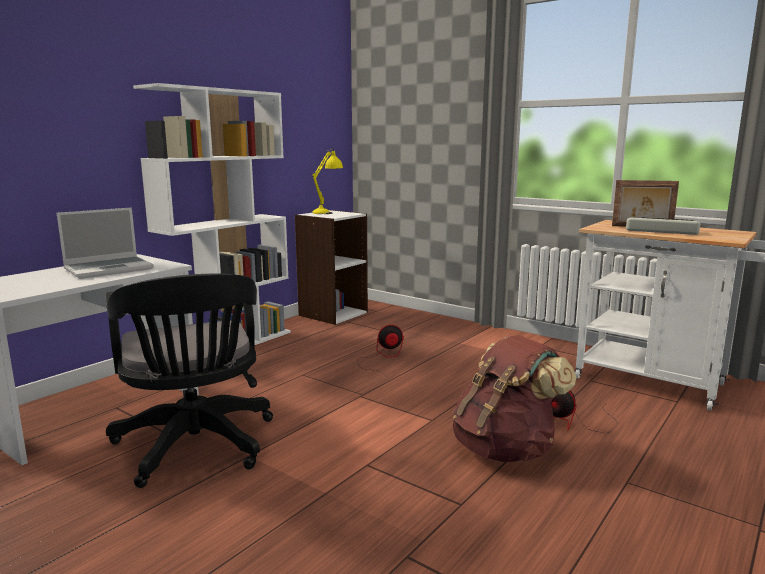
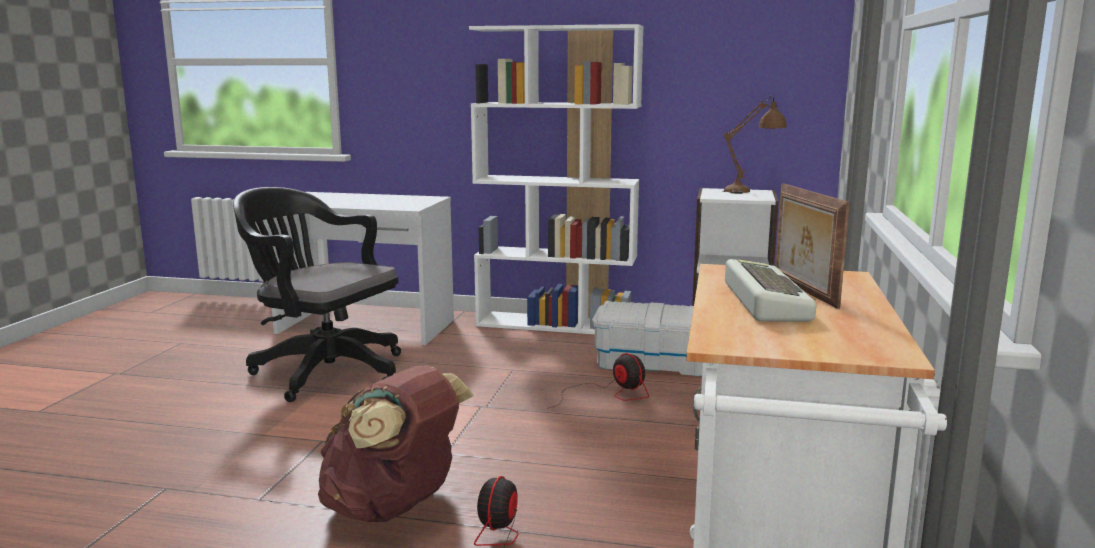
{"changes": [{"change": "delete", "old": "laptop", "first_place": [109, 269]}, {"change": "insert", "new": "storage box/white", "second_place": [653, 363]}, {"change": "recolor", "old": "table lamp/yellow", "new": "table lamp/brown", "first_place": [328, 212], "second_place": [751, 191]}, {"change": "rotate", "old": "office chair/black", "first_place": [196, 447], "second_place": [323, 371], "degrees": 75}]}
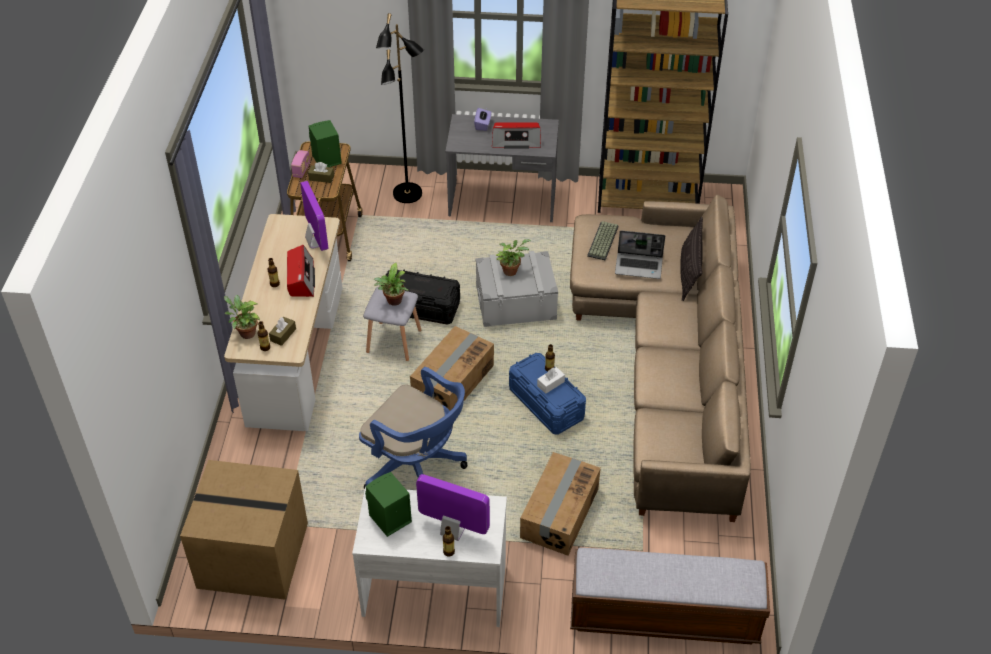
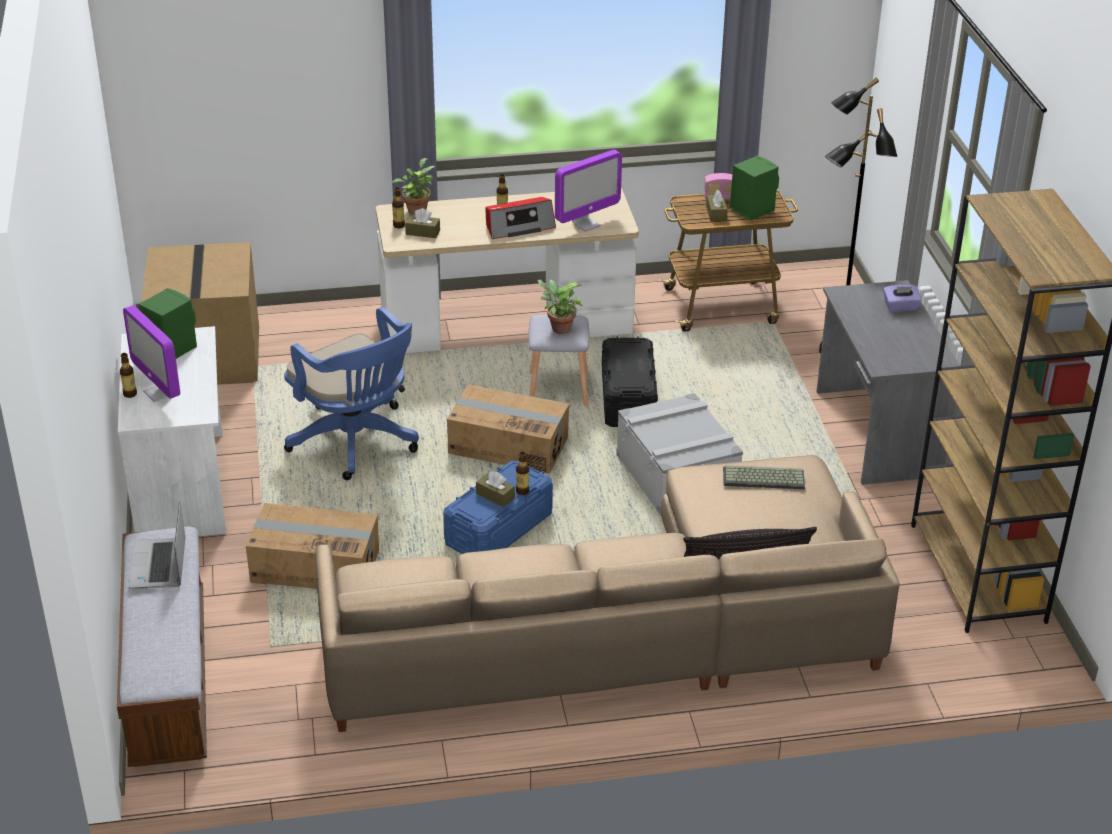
{"changes": [{"change": "delete", "old": "radio", "first_place": [516, 141]}, {"change": "delete", "old": "potted plant", "first_place": [511, 270]}, {"change": "move", "old": "laptop", "first_place": [639, 266], "second_place": [159, 566]}, {"change": "recolor", "old": "tissue box/white", "new": "tissue box/brown", "first_place": [550, 384], "second_place": [495, 496]}, {"change": "rotate", "old": "office chair/blue", "first_place": [417, 468], "second_place": [357, 443], "degrees": -60}, {"change": "rotate", "old": "monitor", "first_place": [453, 531], "second_place": [160, 392], "degrees": 135}]}
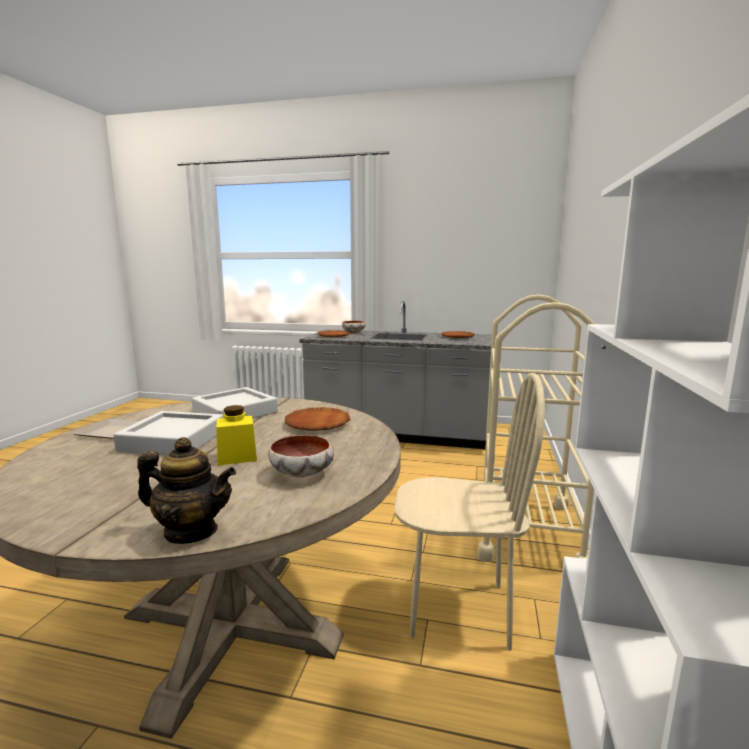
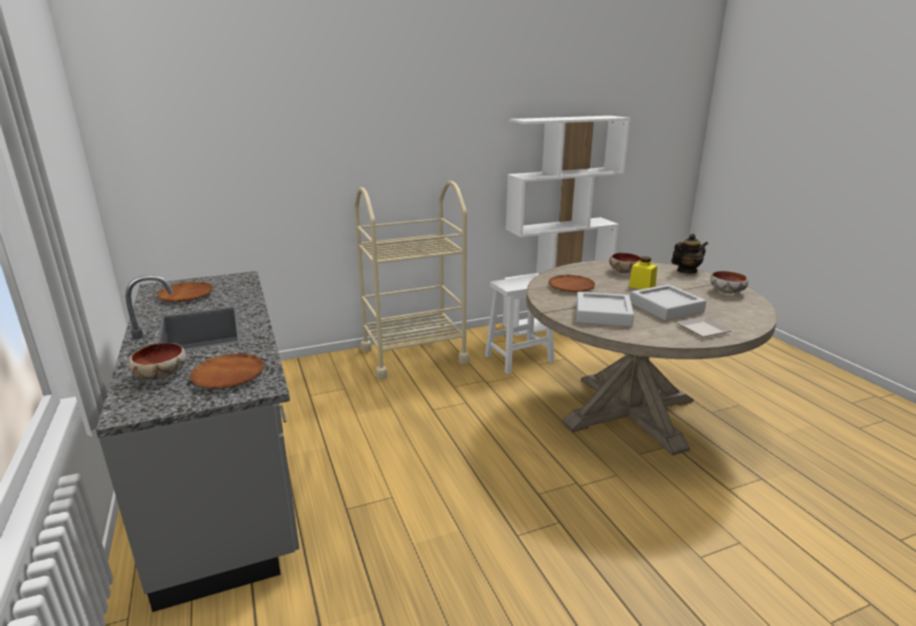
{"changes": [{"change": "insert", "new": "bowl", "second_place": [727, 292]}, {"change": "replace", "old": "chair/beige", "new": "stool/white", "first_place": [458, 610], "second_place": [520, 358]}, {"change": "rotate", "old": "teapot", "first_place": [191, 531], "second_place": [686, 271], "degrees": 90}]}
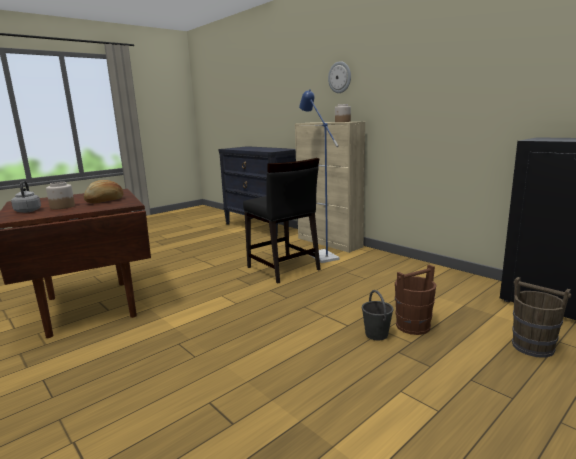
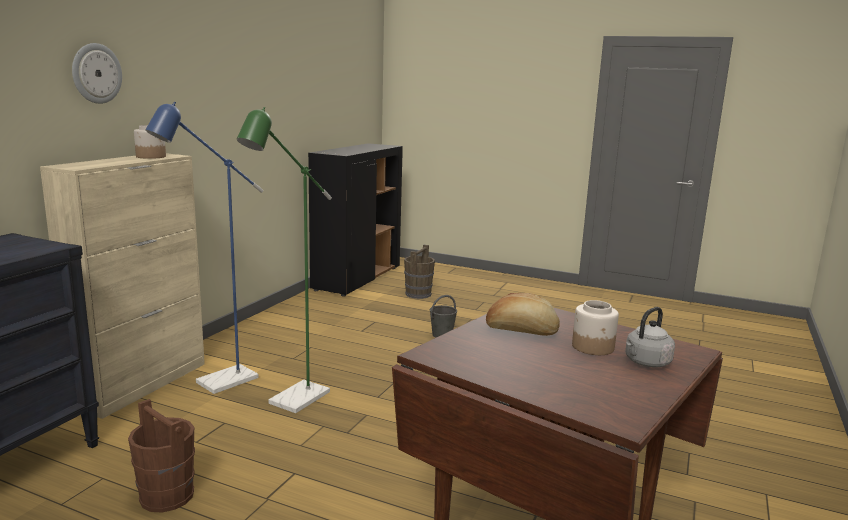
{"changes": [{"change": "move", "old": "bucket/brown", "first_place": [413, 326], "second_place": [167, 495]}, {"change": "replace", "old": "chair/black", "new": "floor lamp/green", "first_place": [283, 269], "second_place": [292, 402]}]}
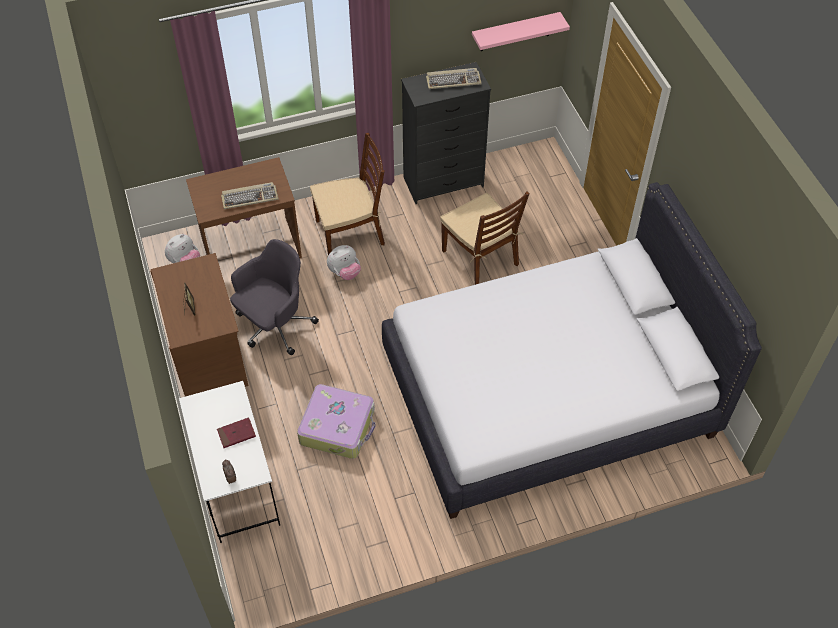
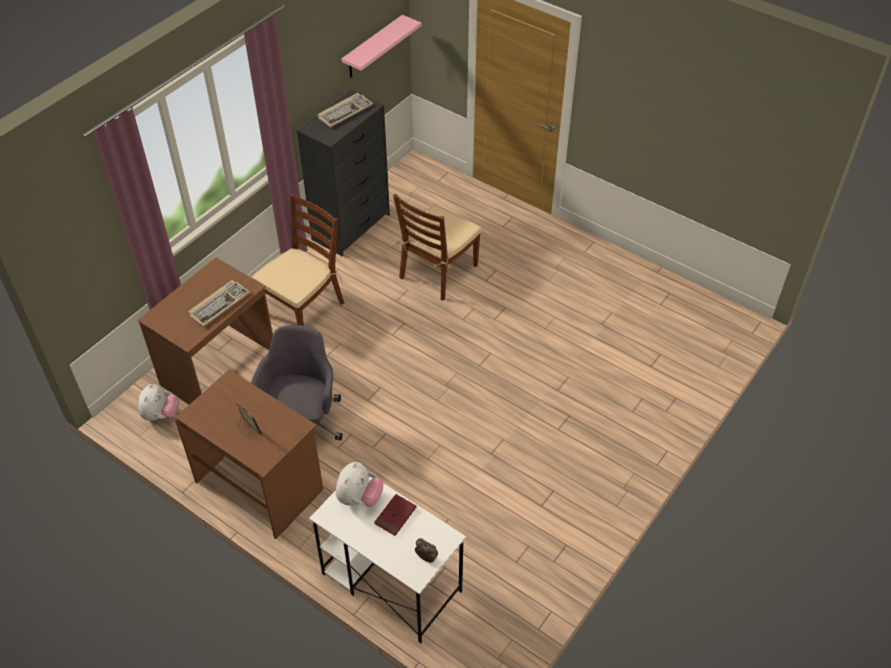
{"changes": [{"change": "delete", "old": "suitcase", "first_place": [338, 426]}, {"change": "delete", "old": "bed/white", "first_place": [547, 394]}, {"change": "move", "old": "plush toy", "first_place": [344, 272], "second_place": [359, 498]}, {"change": "rotate", "old": "chair/brown", "first_place": [480, 258], "second_place": [438, 272], "degrees": 105}]}
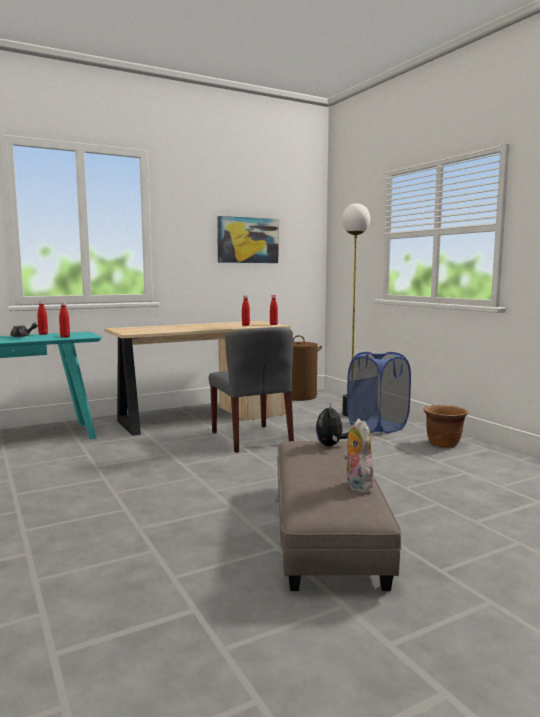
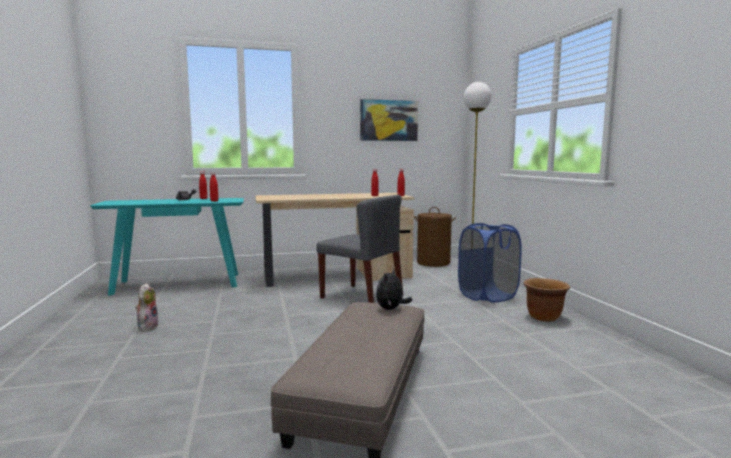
{"changes": [{"change": "move", "old": "plush toy", "first_place": [357, 486], "second_place": [147, 327]}, {"change": "rotate", "old": "chair/grey", "first_place": [251, 438], "second_place": [362, 297], "degrees": -45}]}
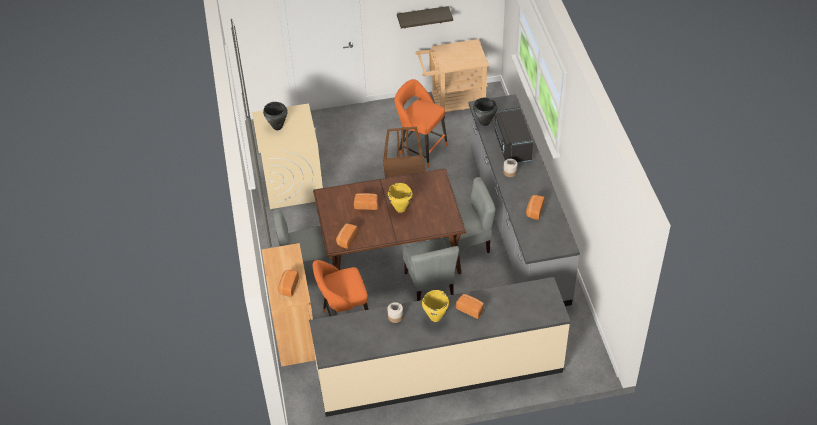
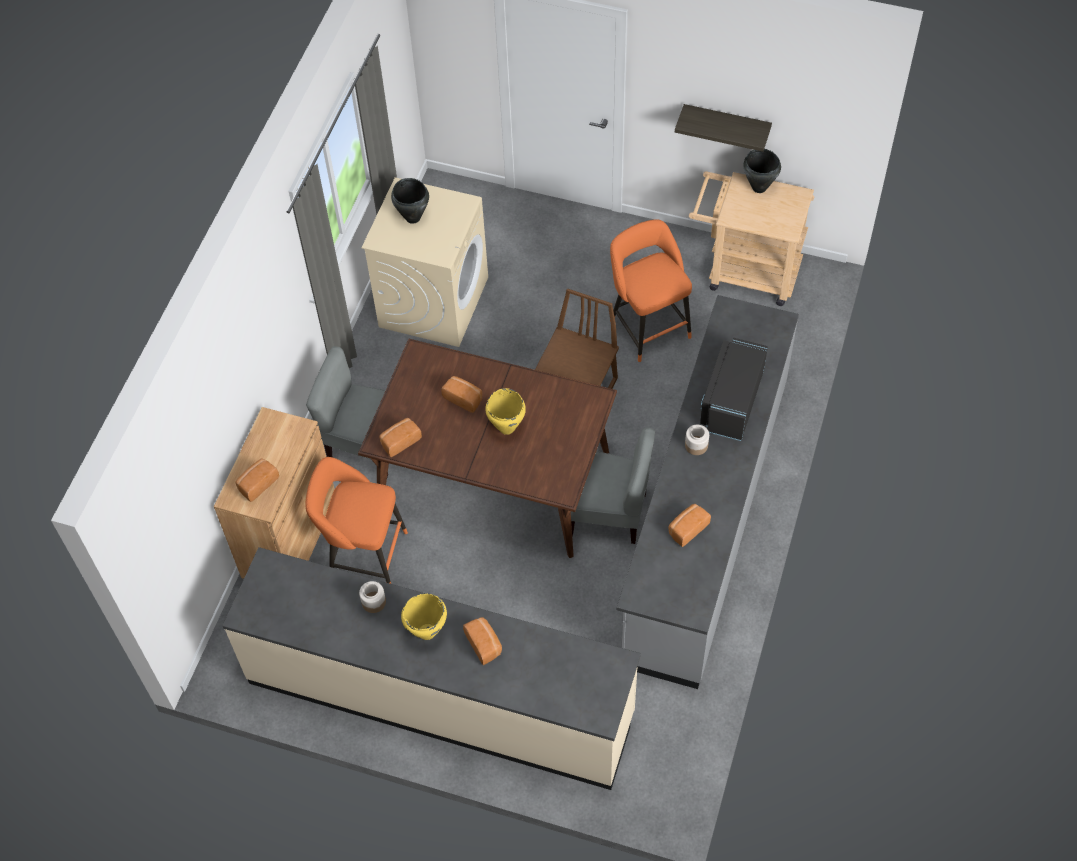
{"changes": [{"change": "delete", "old": "chair/grey", "first_place": [430, 284]}, {"change": "move", "old": "cooking pot/black", "first_place": [484, 123], "second_place": [759, 188]}]}
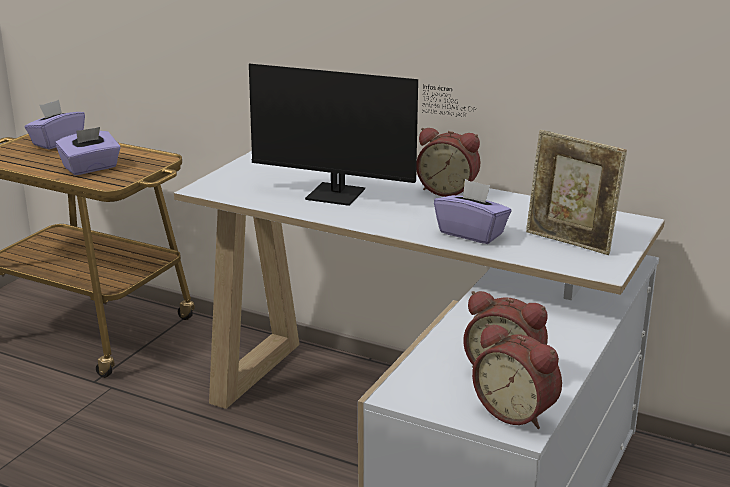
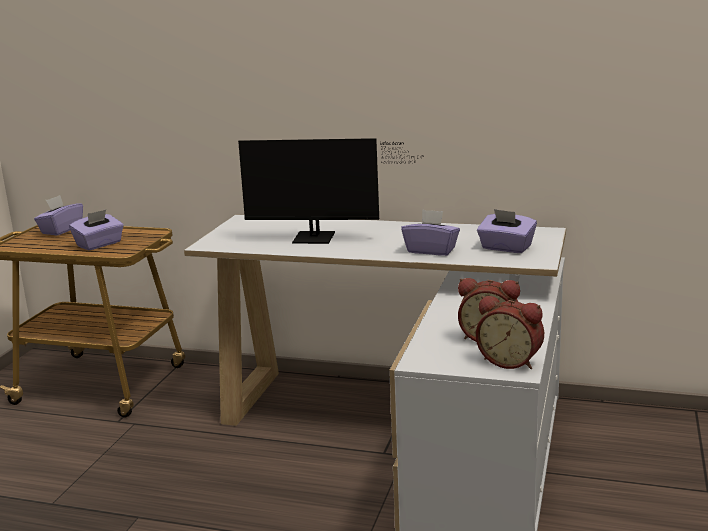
{"changes": [{"change": "delete", "old": "alarm clock", "first_place": [448, 190]}, {"change": "replace", "old": "picture frame", "new": "tissue box/purple", "first_place": [569, 242], "second_place": [506, 248]}]}
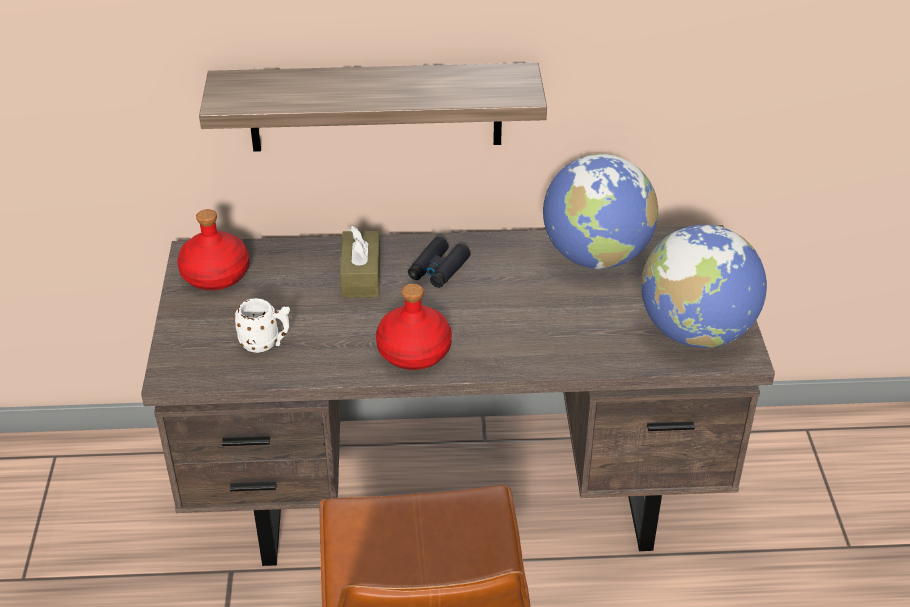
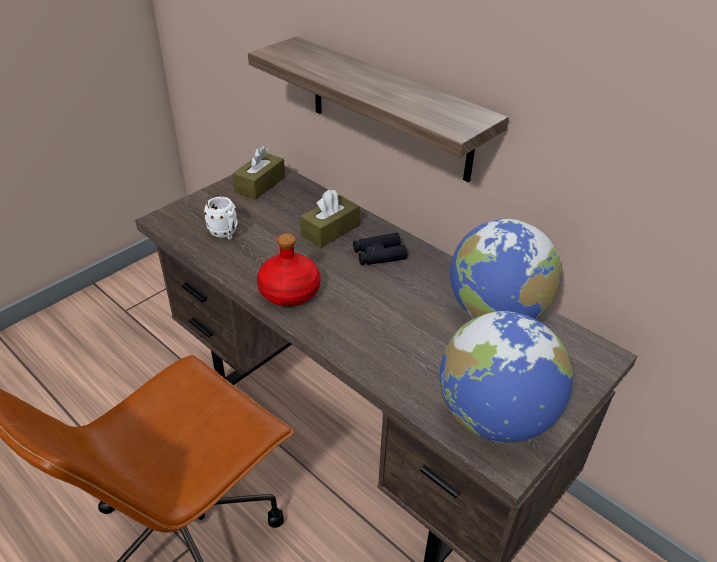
{"changes": [{"change": "replace", "old": "bottle/red", "new": "tissue box/brown", "first_place": [215, 274], "second_place": [260, 184]}]}
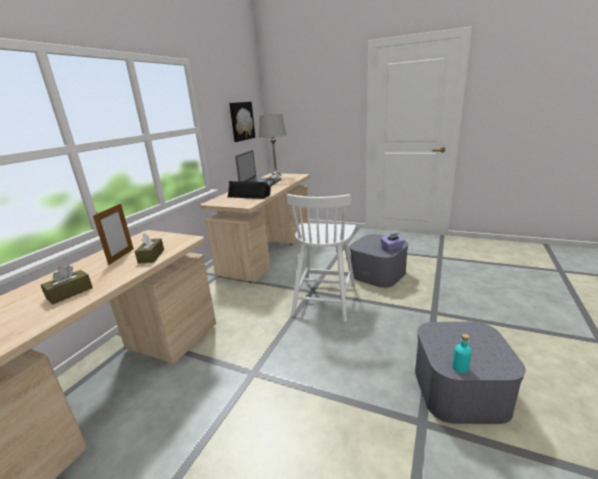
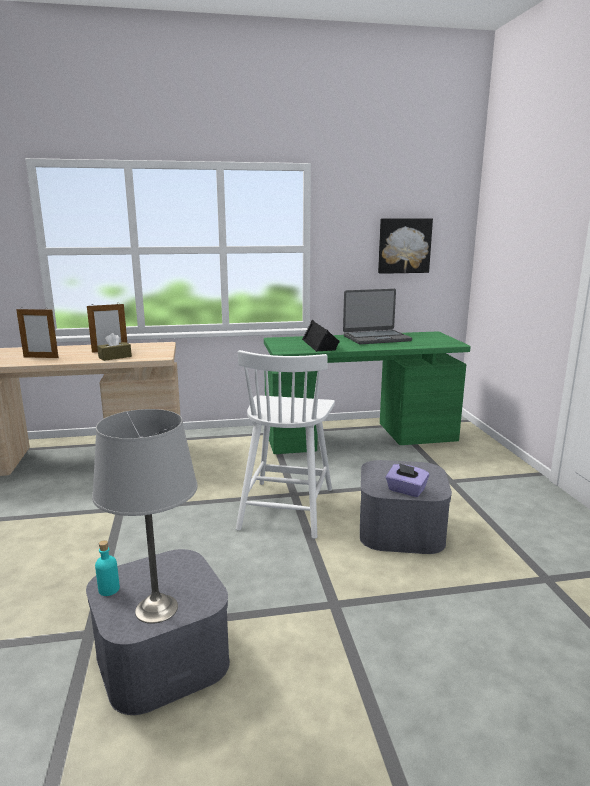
{"changes": [{"change": "move", "old": "table lamp/grey", "first_place": [276, 175], "second_place": [157, 609]}, {"change": "replace", "old": "tissue box/brown", "new": "picture frame", "first_place": [70, 293], "second_place": [41, 357]}, {"change": "recolor", "old": "desk/beige", "new": "desk/green", "first_place": [268, 252], "second_place": [360, 439]}, {"change": "rotate", "old": "chair/white", "first_place": [324, 298], "second_place": [286, 507], "degrees": -60}]}
